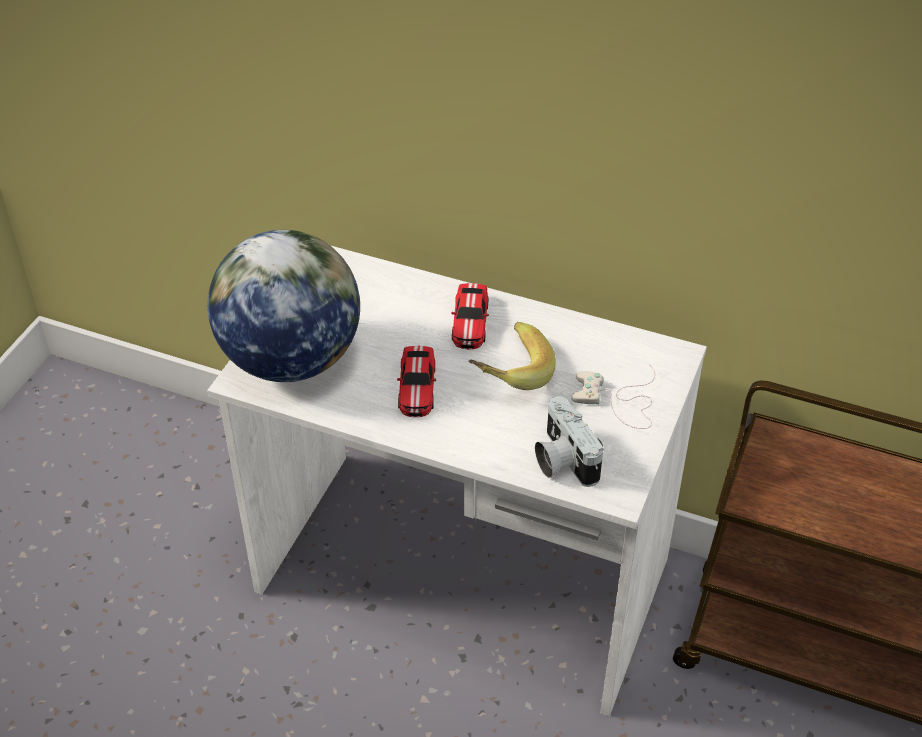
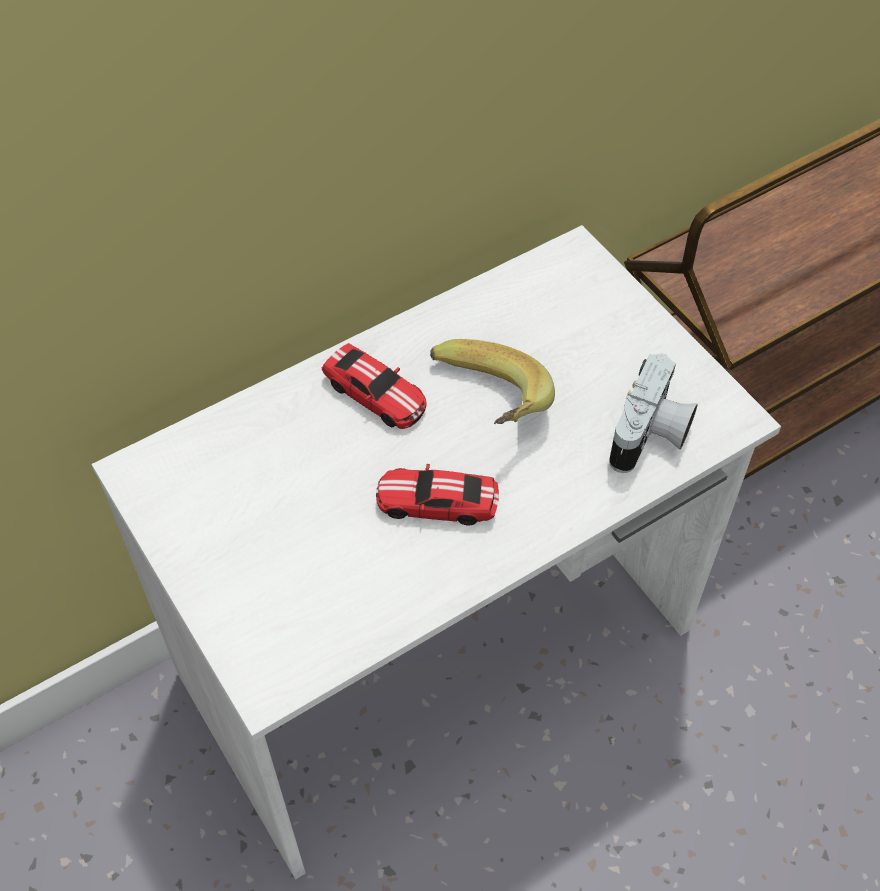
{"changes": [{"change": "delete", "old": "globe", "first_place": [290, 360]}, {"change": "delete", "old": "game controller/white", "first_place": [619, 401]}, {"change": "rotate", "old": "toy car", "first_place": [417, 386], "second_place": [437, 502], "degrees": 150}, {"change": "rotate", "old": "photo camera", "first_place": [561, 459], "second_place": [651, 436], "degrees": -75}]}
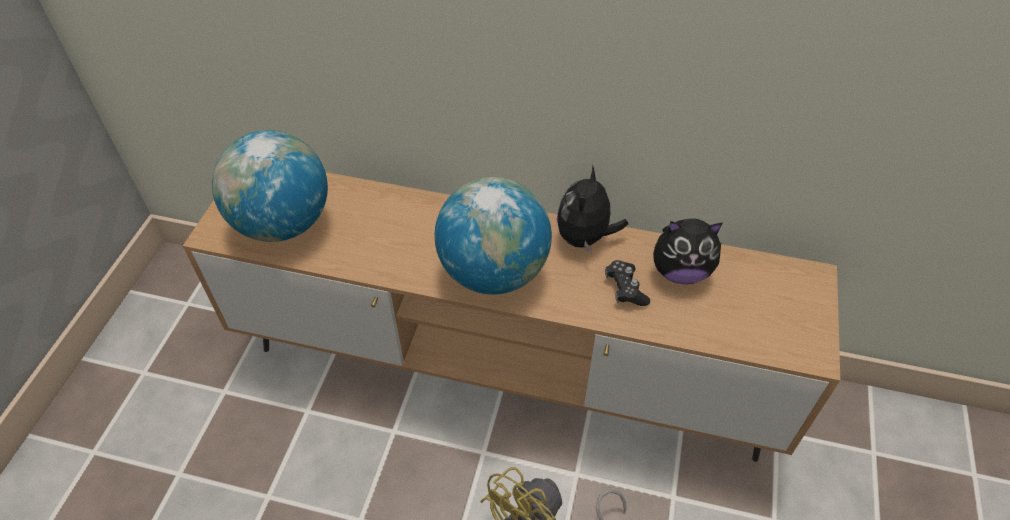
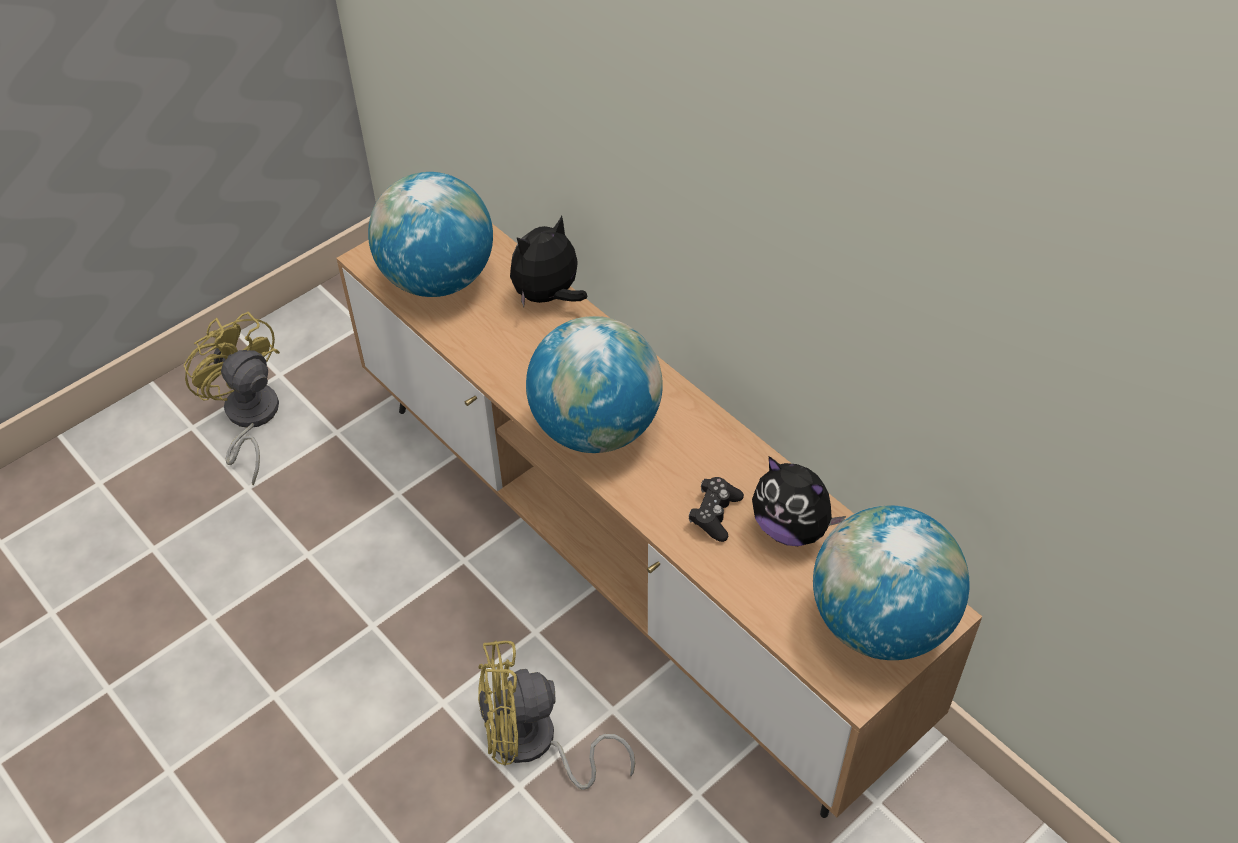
{"changes": [{"change": "insert", "new": "fan/yellow", "second_place": [249, 419]}, {"change": "insert", "new": "globe", "second_place": [879, 623]}, {"change": "move", "old": "plush toy", "first_place": [585, 238], "second_place": [548, 296]}]}
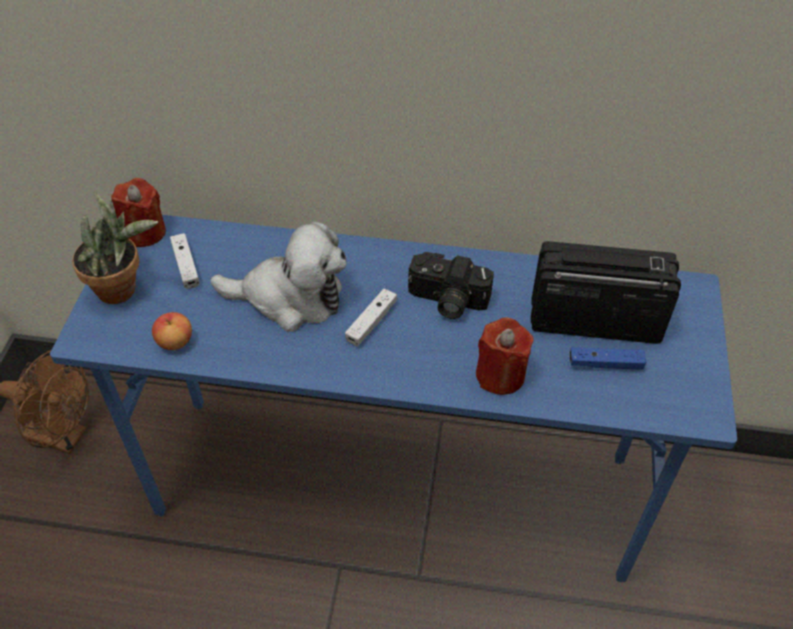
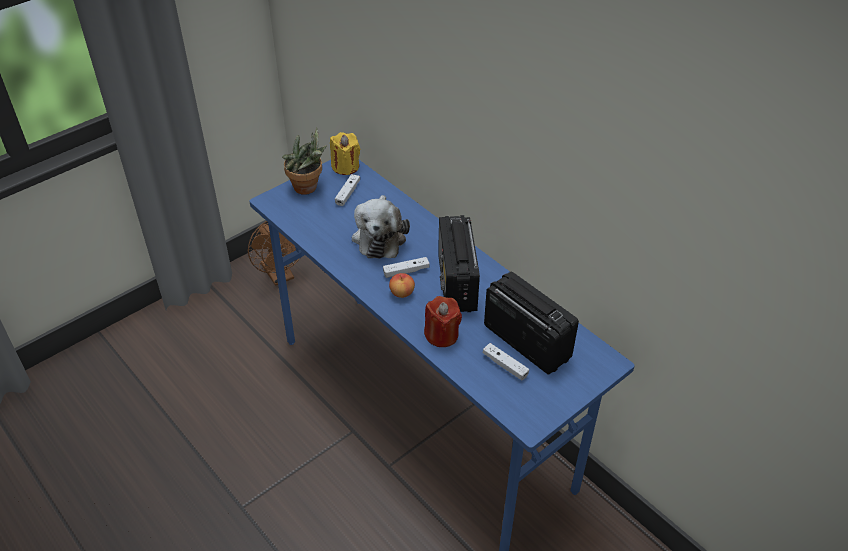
{"changes": [{"change": "move", "old": "apple", "first_place": [175, 342], "second_place": [402, 293]}, {"change": "replace", "old": "photo camera", "new": "radio", "first_place": [446, 301], "second_place": [457, 284]}, {"change": "recolor", "old": "candle/red", "new": "candle/yellow", "first_place": [144, 232], "second_place": [345, 167]}, {"change": "recolor", "old": "game controller/blue", "new": "game controller/white", "first_place": [605, 364], "second_place": [505, 365]}, {"change": "rotate", "old": "plush toy", "first_place": [290, 298], "second_place": [379, 237], "degrees": 45}]}
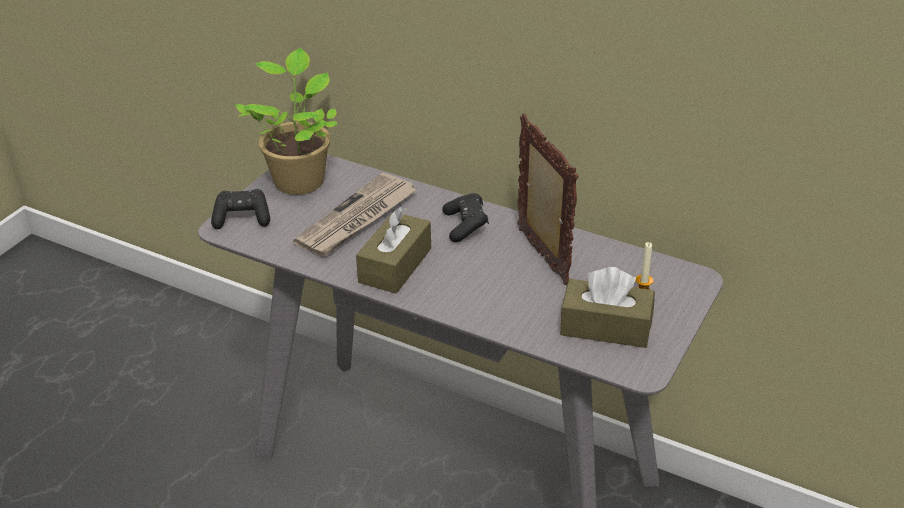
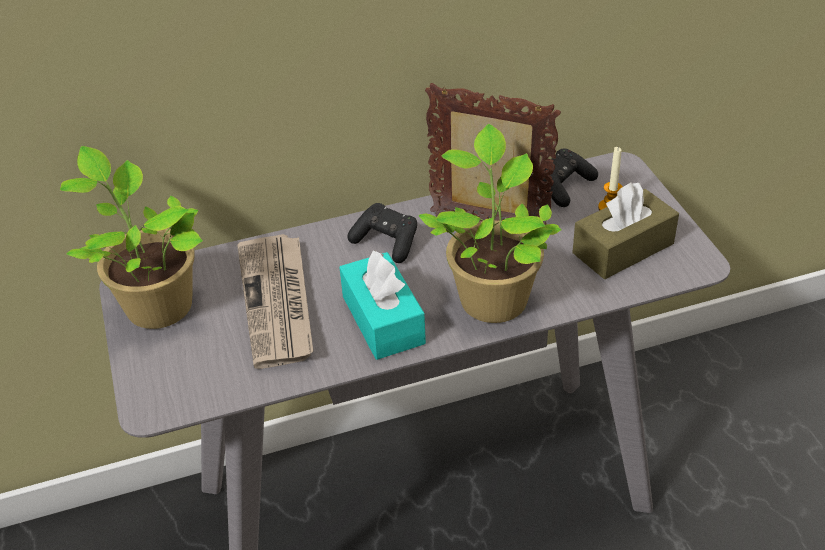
{"changes": [{"change": "insert", "new": "potted plant", "second_place": [492, 296]}, {"change": "move", "old": "game controller/black", "first_place": [242, 218], "second_place": [563, 187]}, {"change": "recolor", "old": "tissue box/brown", "new": "tissue box/turquoise", "first_place": [395, 265], "second_place": [383, 320]}]}
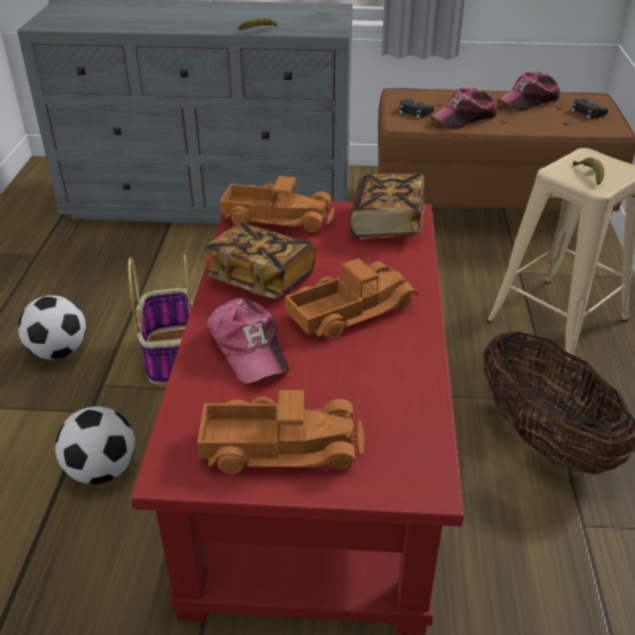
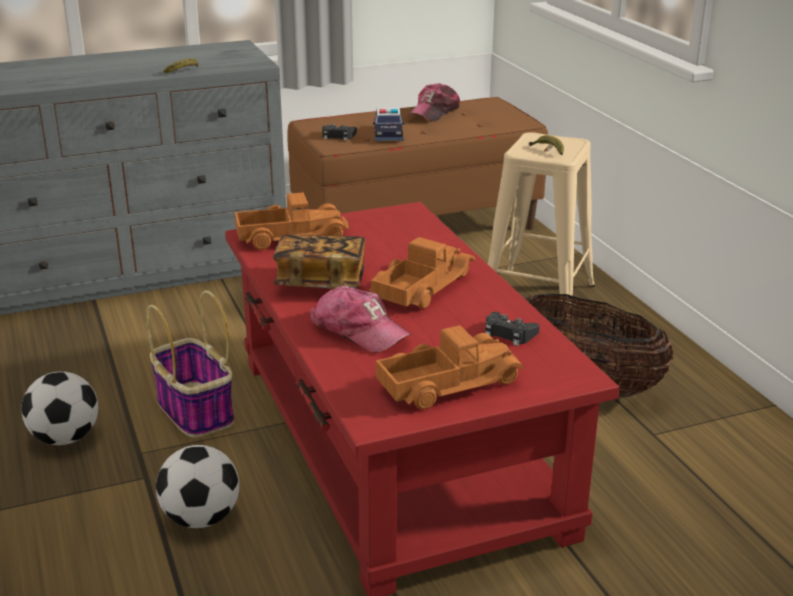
{"changes": [{"change": "delete", "old": "book", "first_place": [387, 224]}, {"change": "move", "old": "game controller/black", "first_place": [587, 112], "second_place": [509, 334]}, {"change": "replace", "old": "cap", "new": "toy car", "first_place": [464, 118], "second_place": [388, 134]}]}
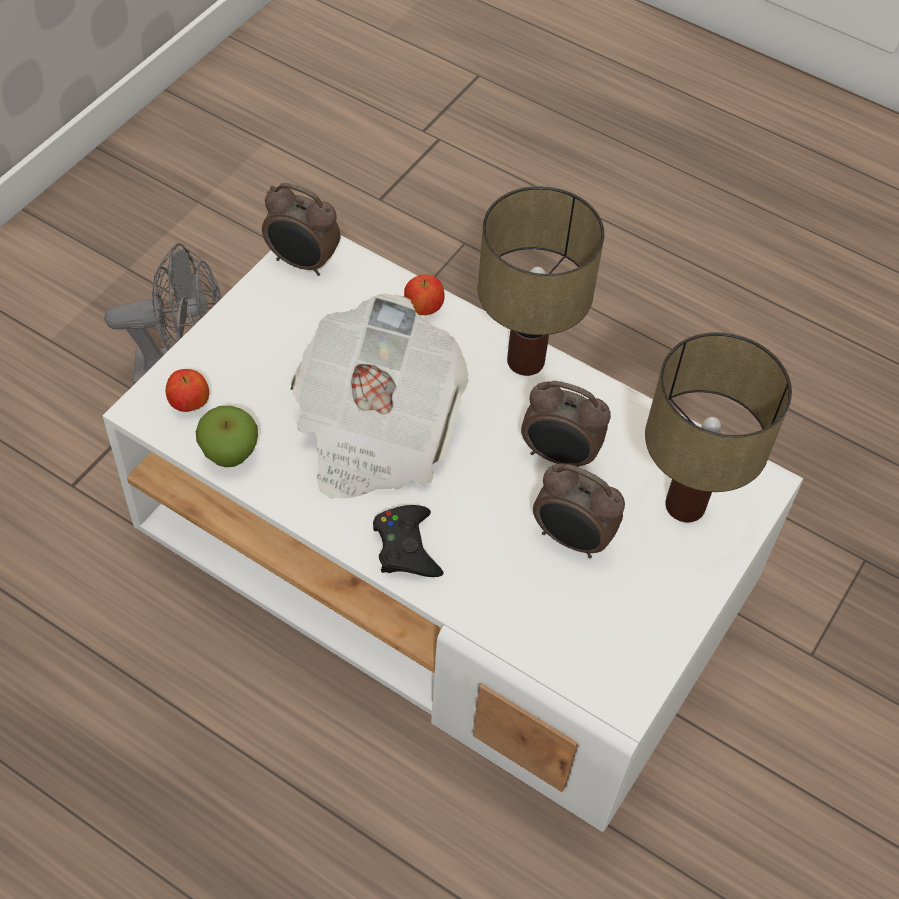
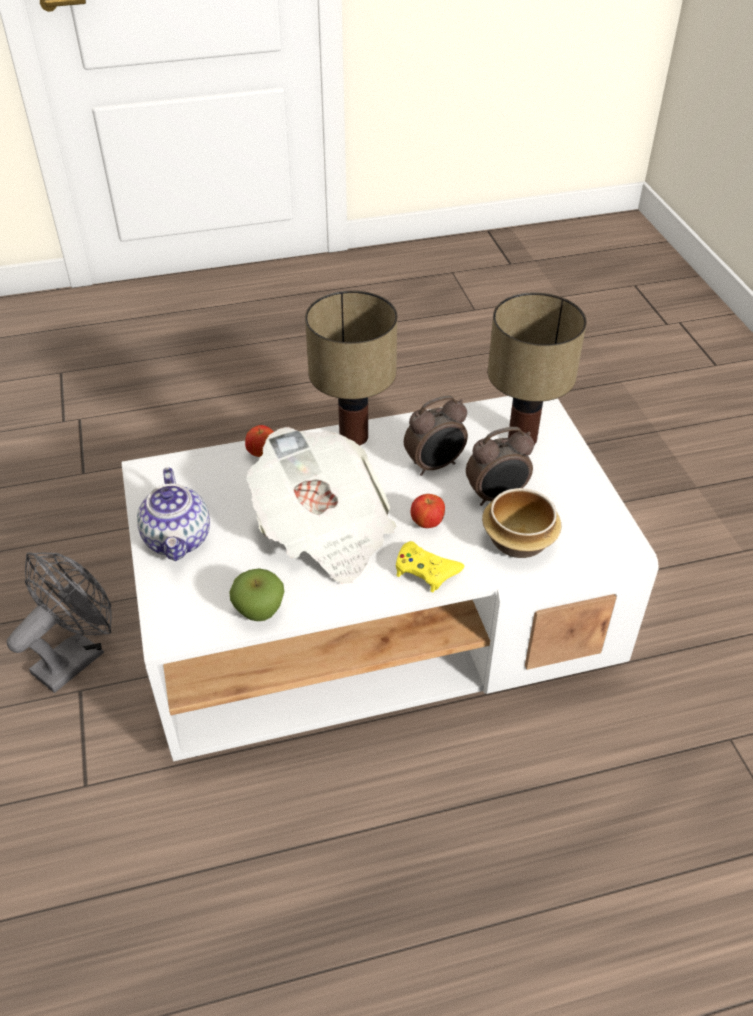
{"changes": [{"change": "delete", "old": "alarm clock", "first_place": [302, 263]}, {"change": "insert", "new": "teapot", "second_place": [178, 539]}, {"change": "insert", "new": "bowl", "second_place": [517, 541]}, {"change": "move", "old": "apple", "first_place": [189, 403], "second_place": [427, 523]}, {"change": "recolor", "old": "game controller/black", "new": "game controller/yellow", "first_place": [406, 547], "second_place": [426, 570]}]}
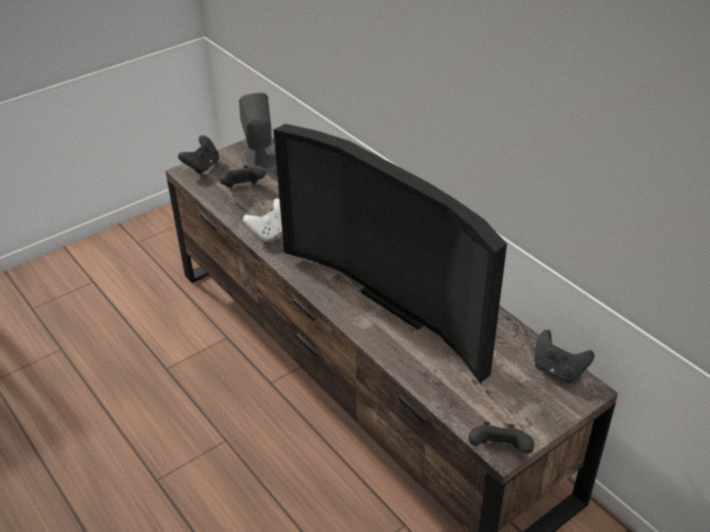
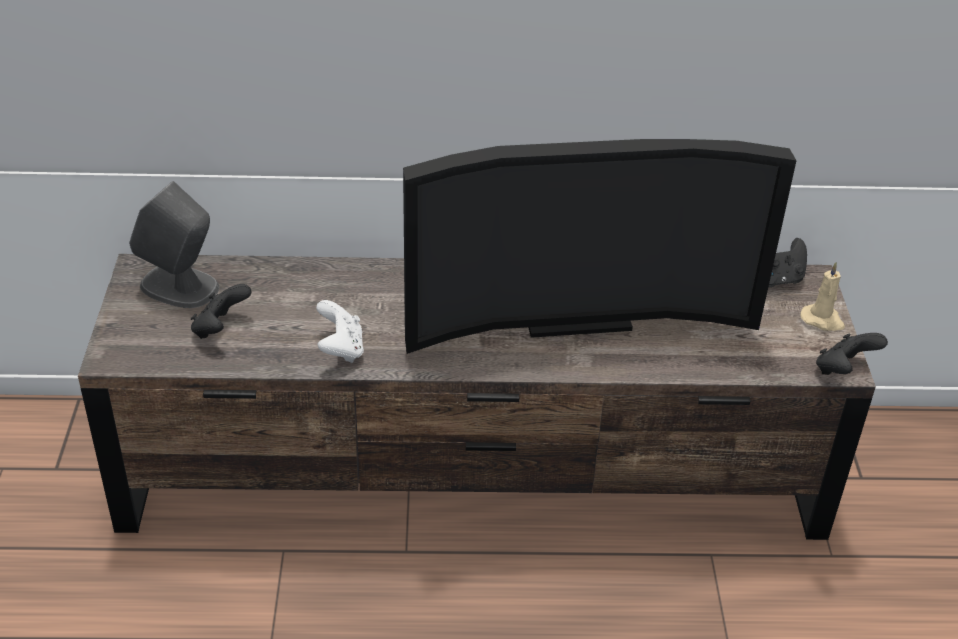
{"changes": [{"change": "delete", "old": "game controller/black", "first_place": [202, 166]}, {"change": "insert", "new": "candle/beige", "second_place": [822, 320]}]}
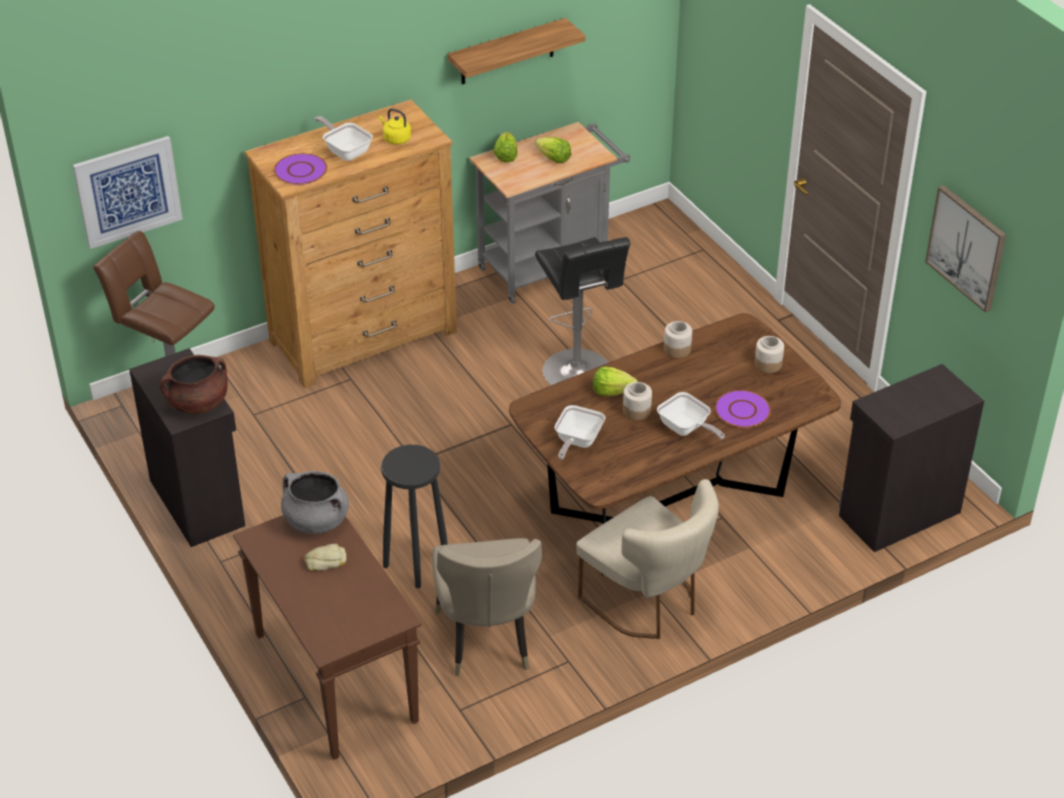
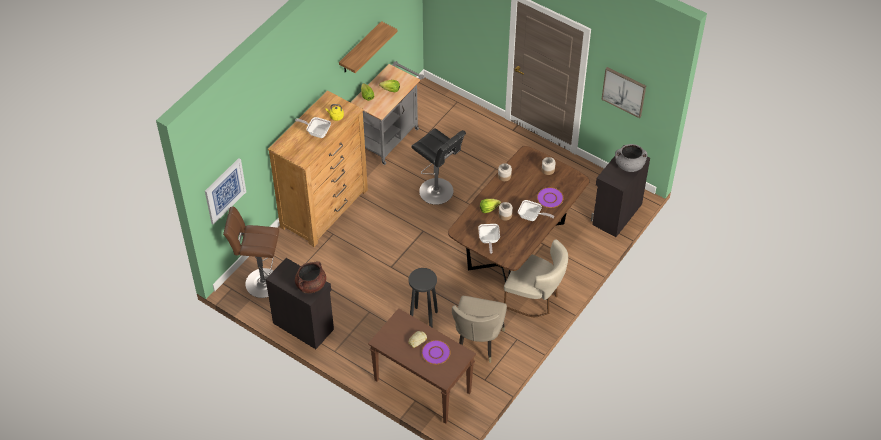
{"changes": [{"change": "move", "old": "plate/purple", "first_place": [300, 171], "second_place": [436, 353]}, {"change": "move", "old": "cooking pot/grey", "first_place": [316, 520], "second_place": [629, 165]}, {"change": "rotate", "old": "chair/beige", "first_place": [487, 642], "second_place": [477, 344], "degrees": 45}]}
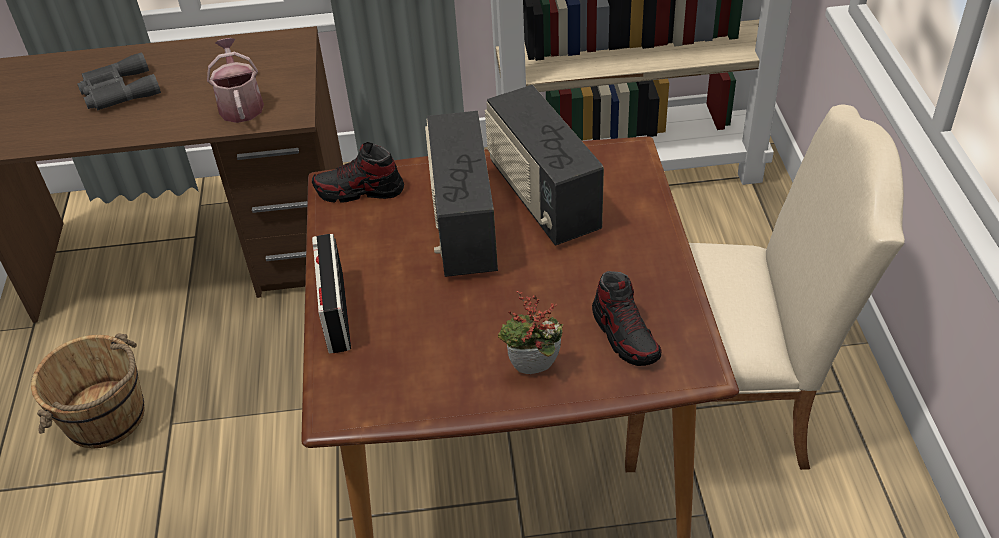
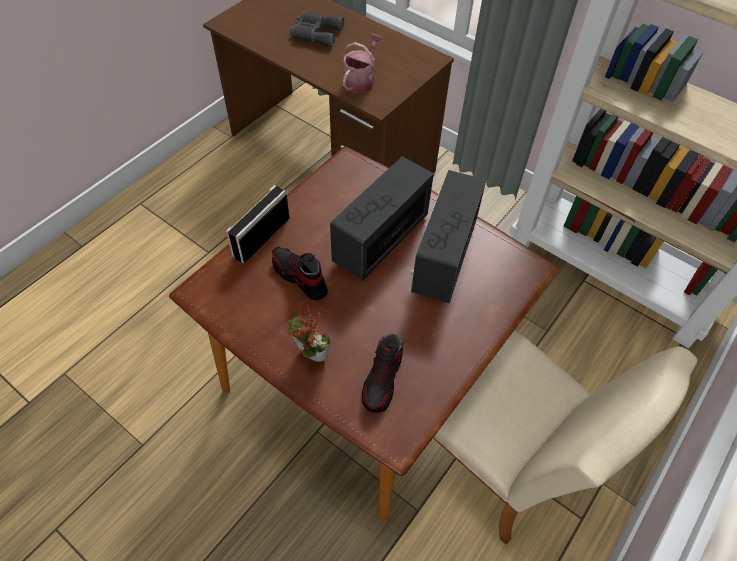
{"changes": [{"change": "delete", "old": "bucket/brown", "first_place": [106, 417]}, {"change": "move", "old": "shoe", "first_place": [359, 191], "second_place": [299, 277]}]}
